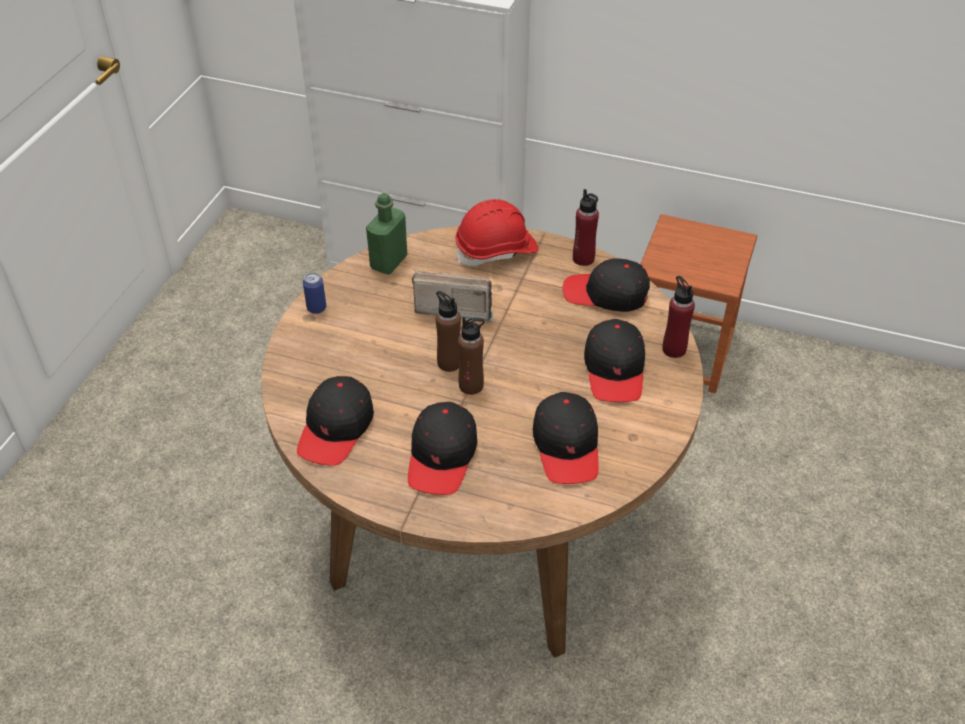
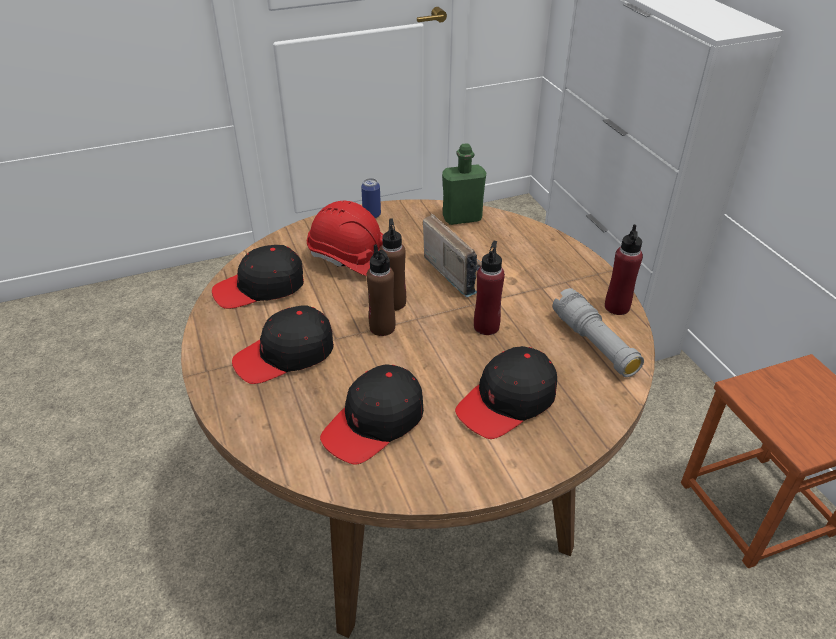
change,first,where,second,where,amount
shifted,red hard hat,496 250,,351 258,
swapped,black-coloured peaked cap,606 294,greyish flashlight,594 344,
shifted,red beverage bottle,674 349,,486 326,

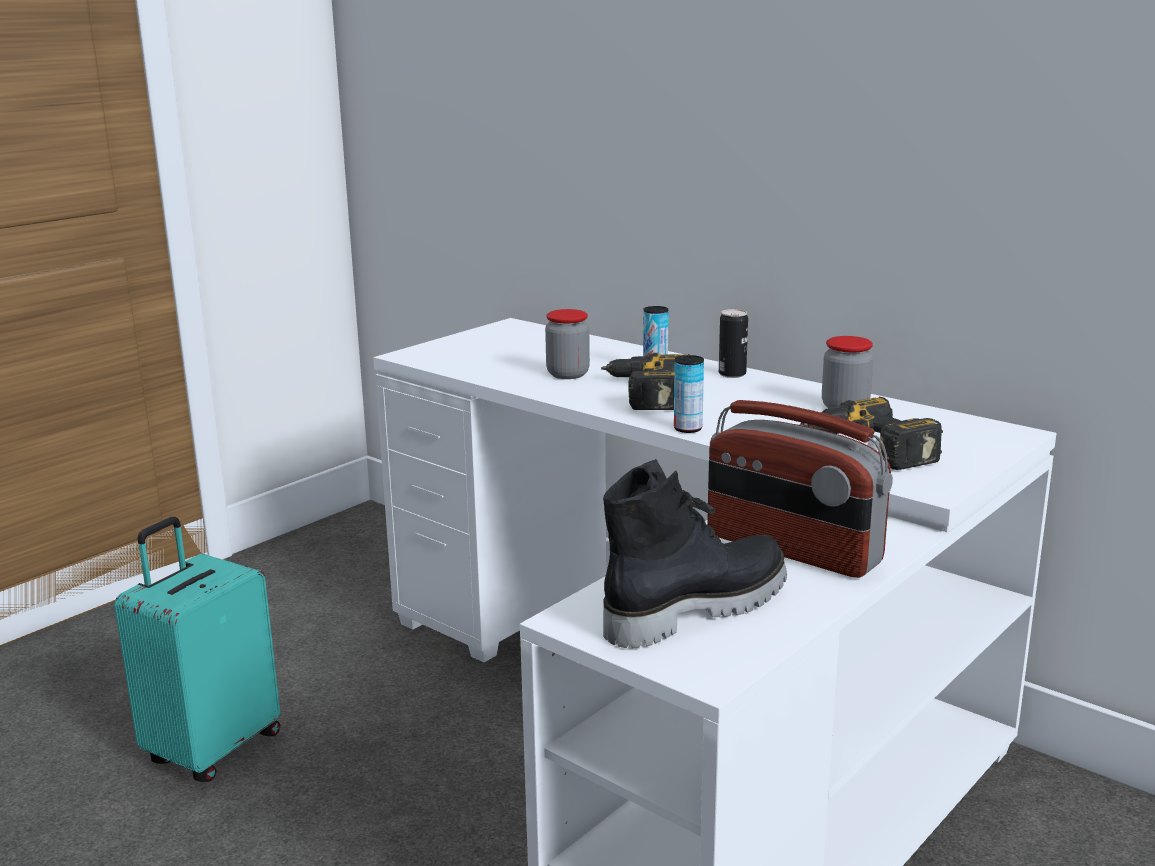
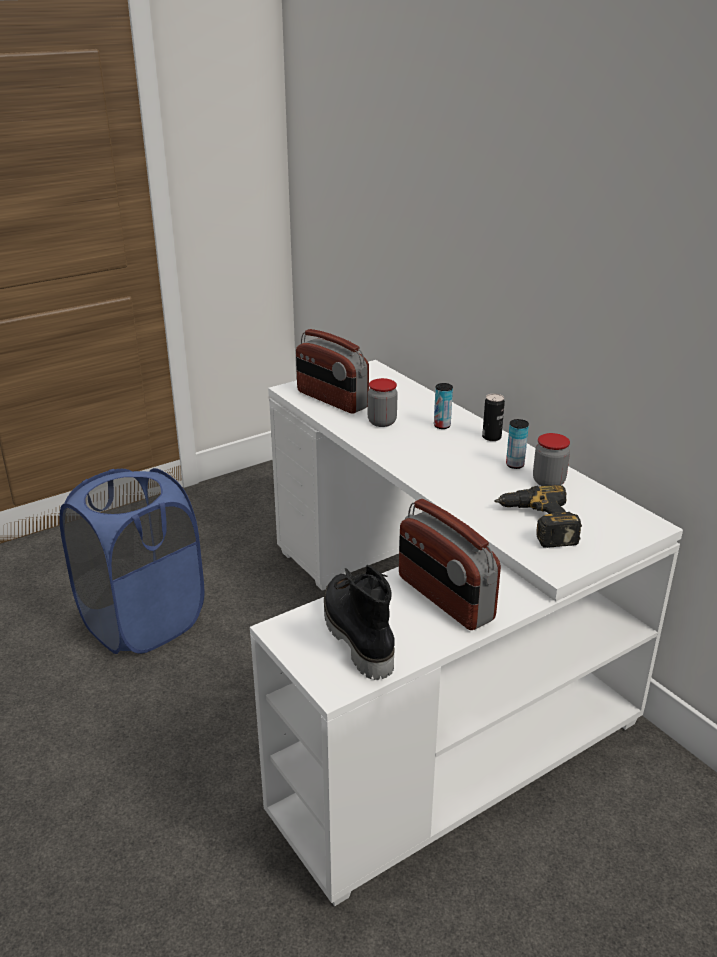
change,first,where,second,where,amount
swapped,turquoise suitcase,212 748,bluish hamper,143 622,
gone,electric drill,643 393,,,
rotated,black-coloured boot,694 609,,355 635,90 degrees counterclockwise
shifted,can,688 429,,515 465,
new,,,radio set,331 400,

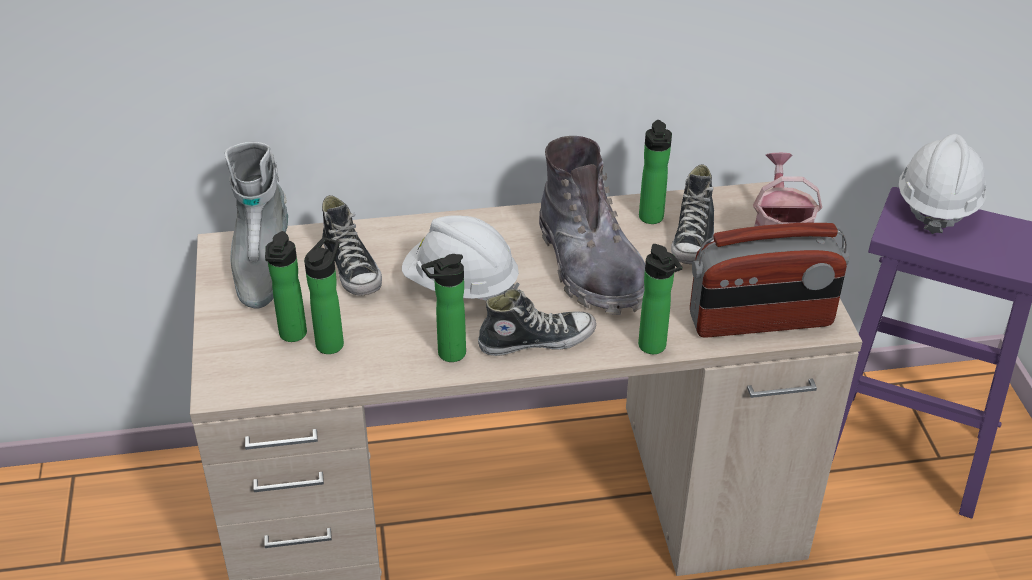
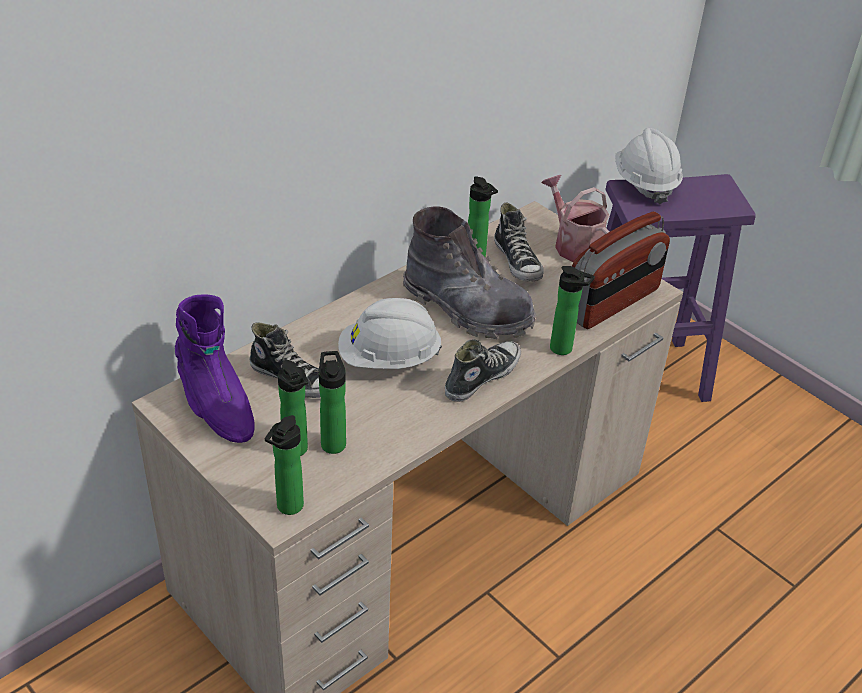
change,first,where,second,where,amount
repainted,greyish boot,261 266,purple-coloured boot,215 406,
shifted,beverage bottle,447 354,,287 508,

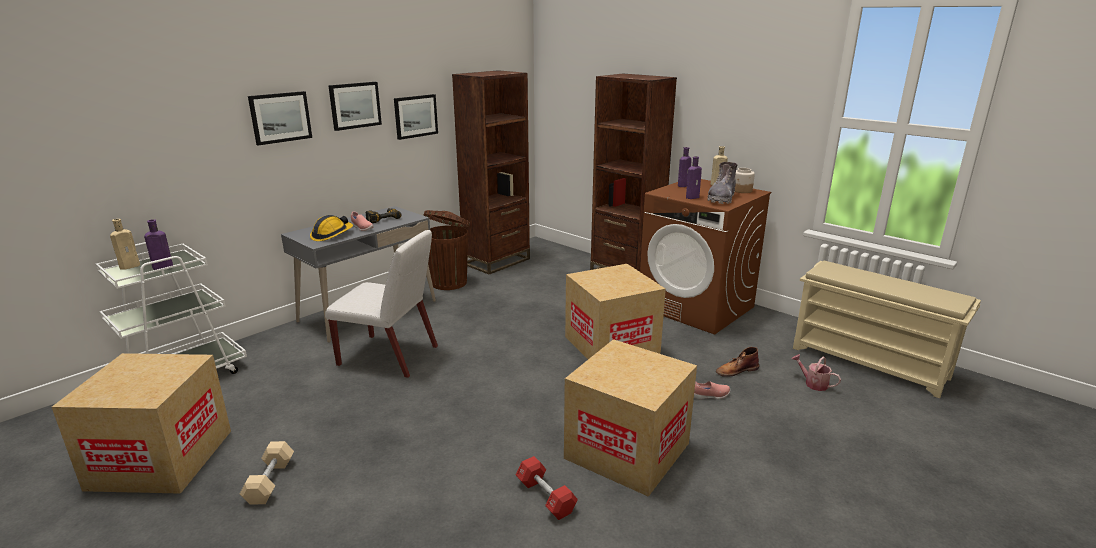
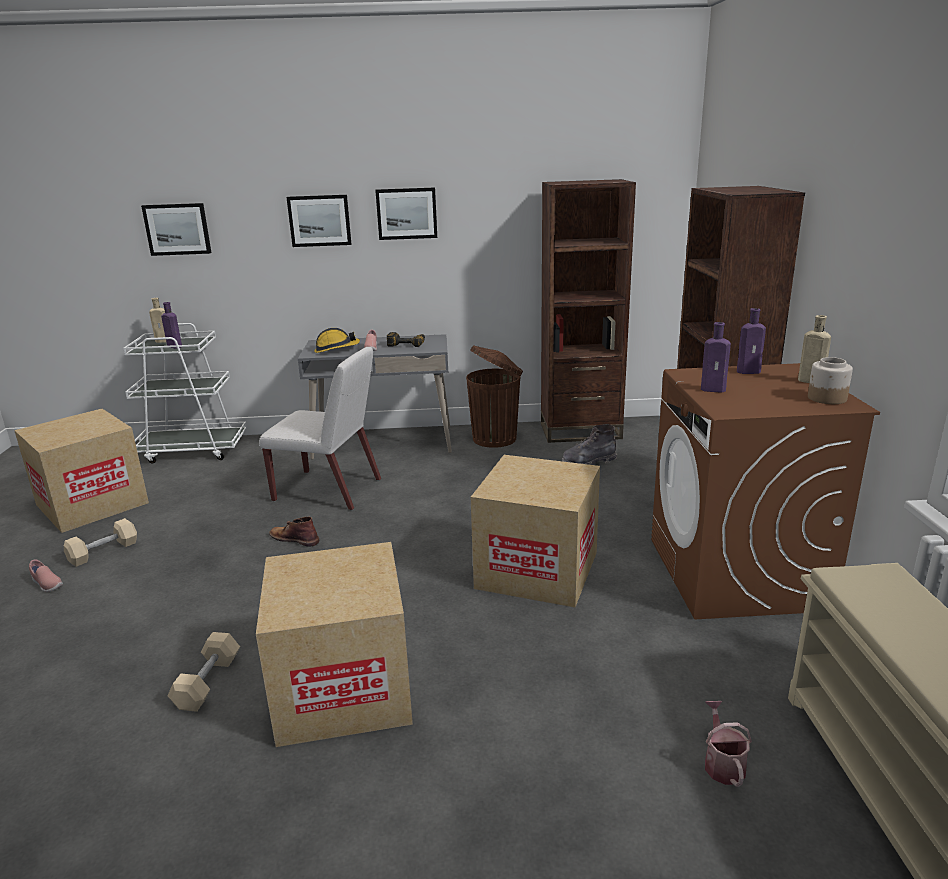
change,first,where,second,where,amount
rotated,white-coloured upright chair,390 356,,329 490,45 degrees counterclockwise
shifted,wall picture,415 116,,177 229,
repainted,red hand weight,545 497,sand-coloured hand weight,208 682,
shifted,pink shoe,710 396,,47 585,
shifted,greyish boot,721 199,,588 462,
shifted,brown-coloured boot,736 370,,294 538,

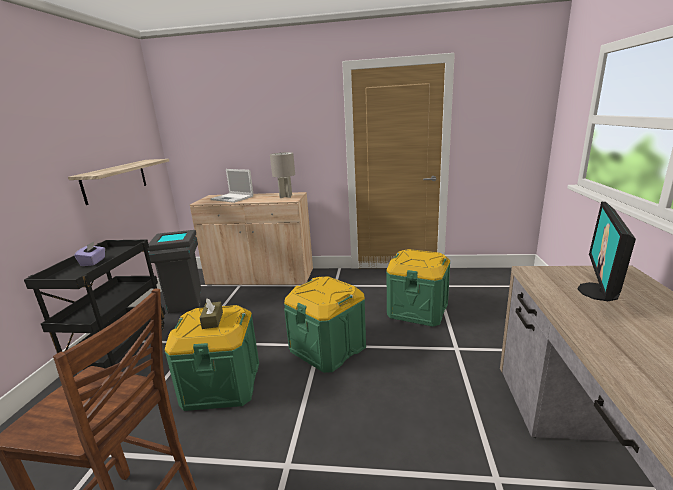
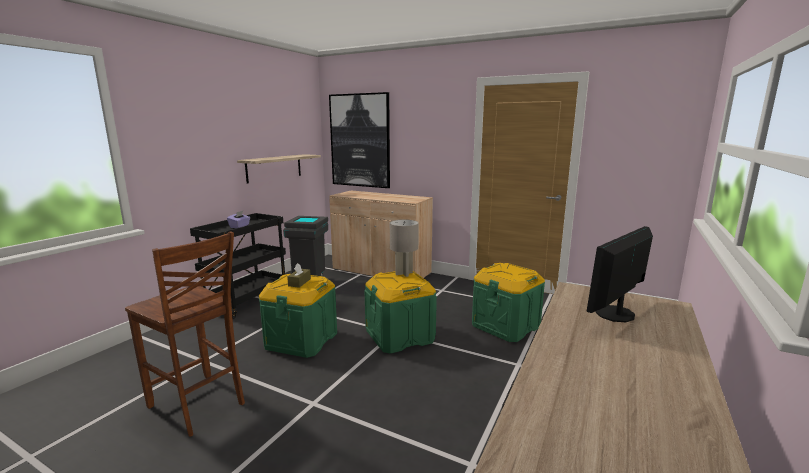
change,first,where,second,where,amount
gone,portable computer,233 198,,,
shifted,greyish lamp for a table,285 196,,403 273,
new,,,wall picture,360 141,

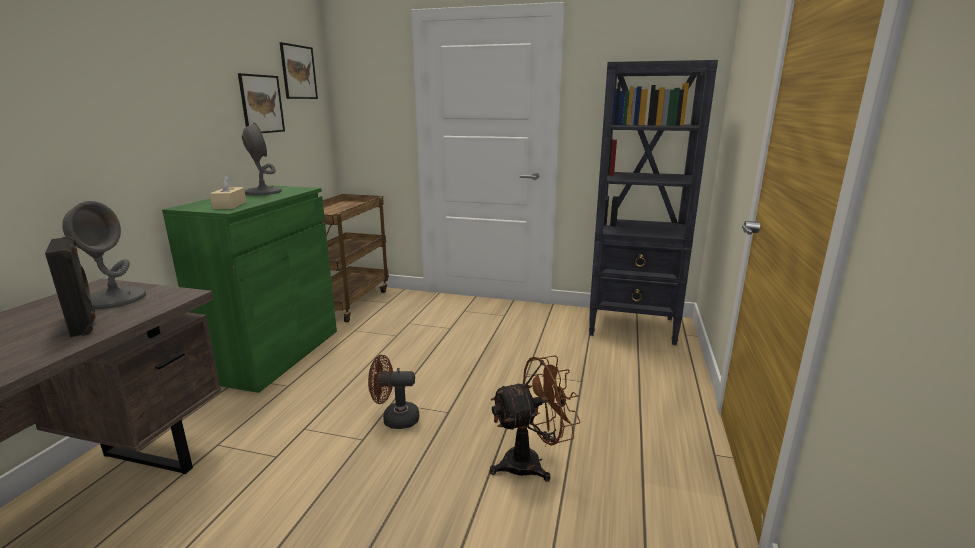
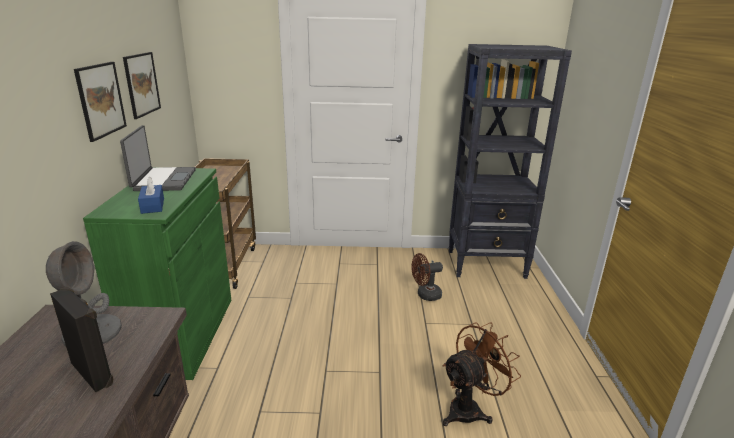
change,first,where,second,where,amount
repainted,sand-coloured box of tissues,230 205,bluish box of tissues,152 206,
swapped,greyish lamp for a table,263 192,portable computer,163 180,
shifted,wall picture,298 72,,101 100,
shifted,brown-coloured electric fan,394 419,,425 295,

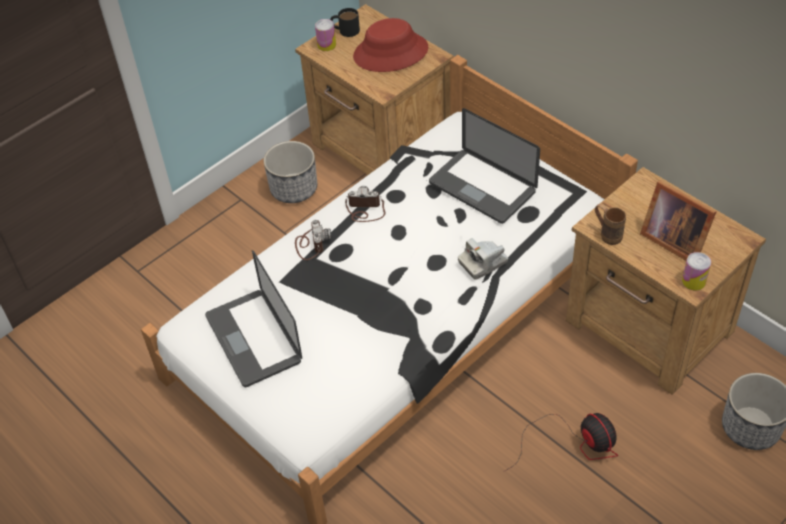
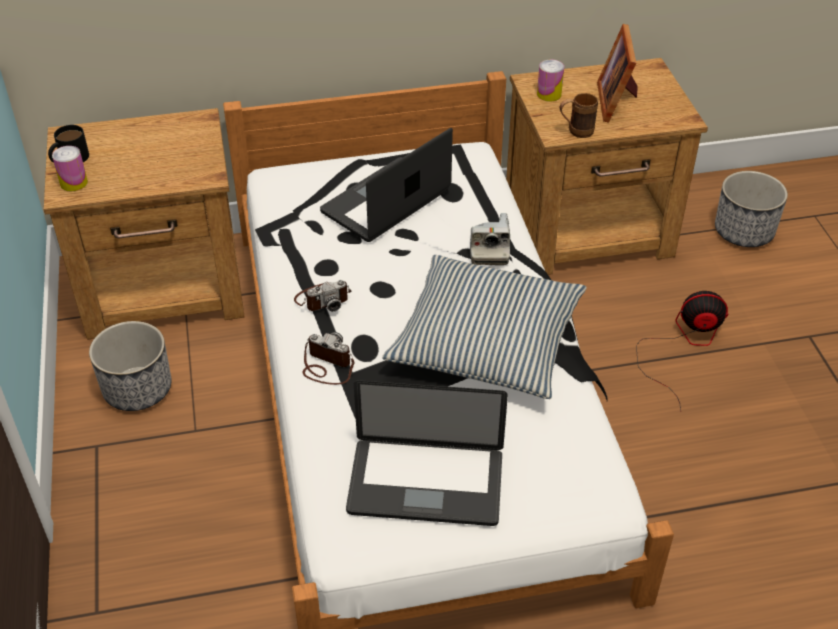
change,first,where,second,where,amount
rotated,still camera,365 210,,323 299,150 degrees counterclockwise
gone,red wearable hat,390 53,,,
rotated,portable computer,482 187,,386 201,150 degrees clockwise
rotated,standing frame,673 239,,617 101,105 degrees clockwise
shifted,can,693 281,,549 94,
new,,,cushion,486 340,

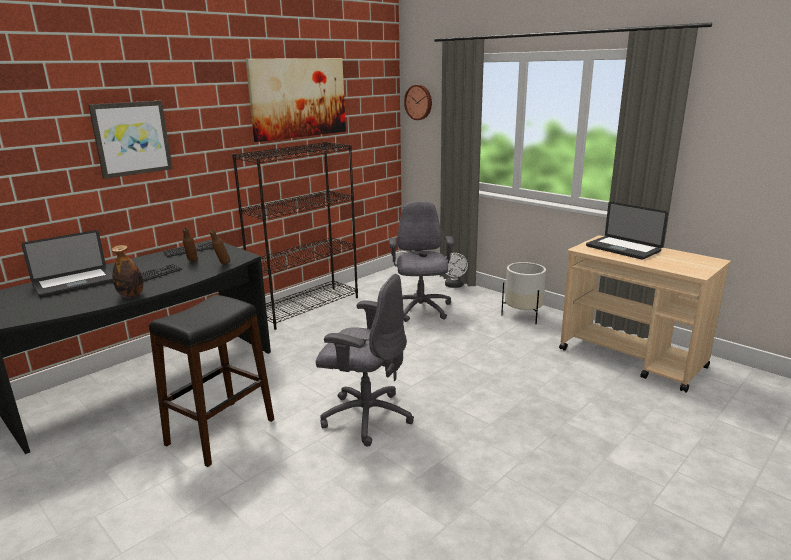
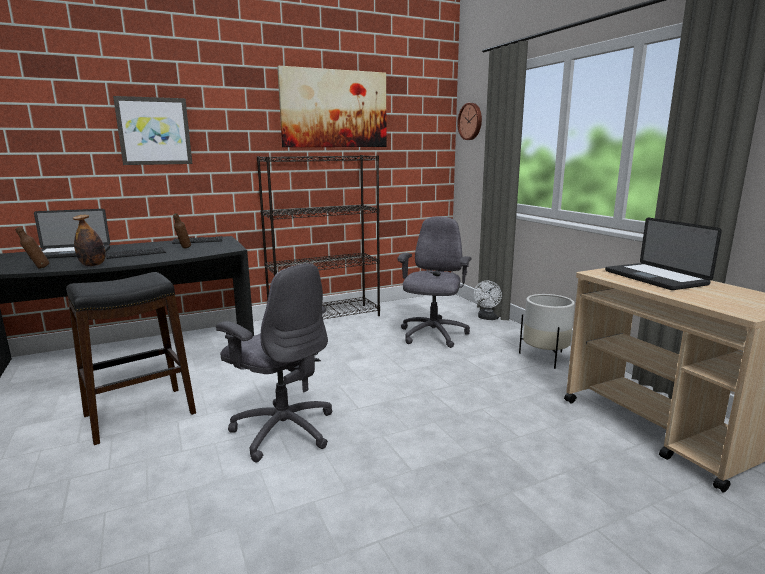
change,first,where,second,where,amount
shifted,brown-coloured beverage bottle,222 265,,37 268,

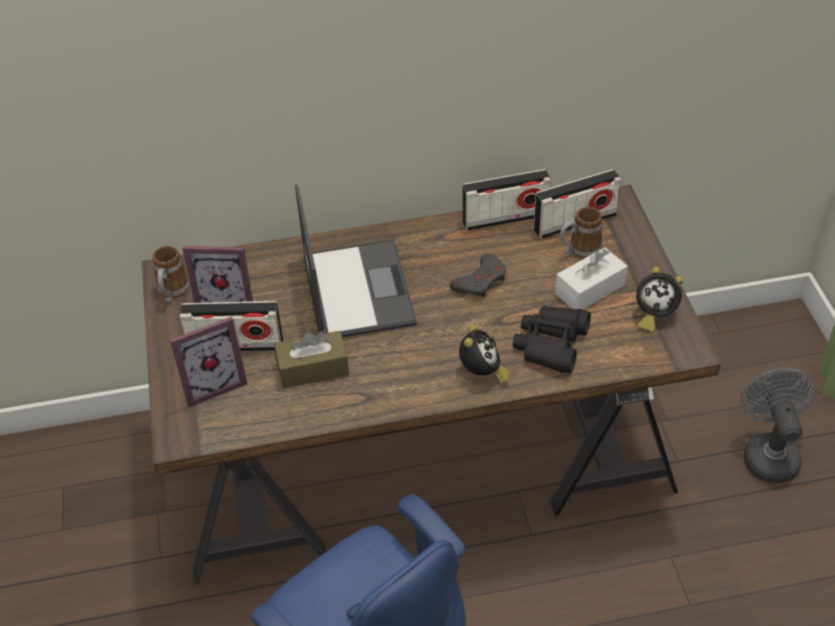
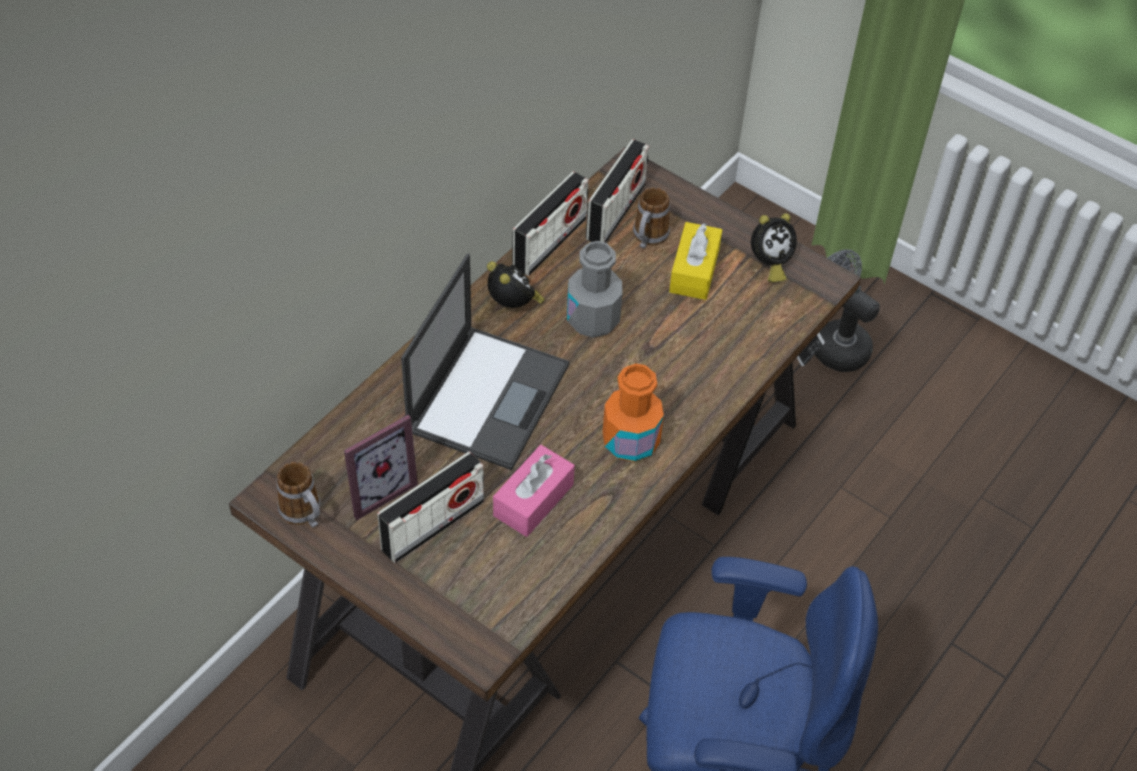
change,first,where,second,where,amount
gone,standing frame,212 383,,,
repainted,brown-coloured box of tissues,313 369,pink box of tissues,533 500,
rotated,portable computer,357 289,,488 396,75 degrees clockwise
swapped,greyish game controller,480 281,greyish beverage bottle,593 319,
shifted,table clock,482 373,,513 306,
gone,black-coloured binoculars,551 344,,,
repainted,white-coloured box of tissues,590 289,yellowish box of tissues,694 271,
new,,,orangey beverage bottle,630 441,

